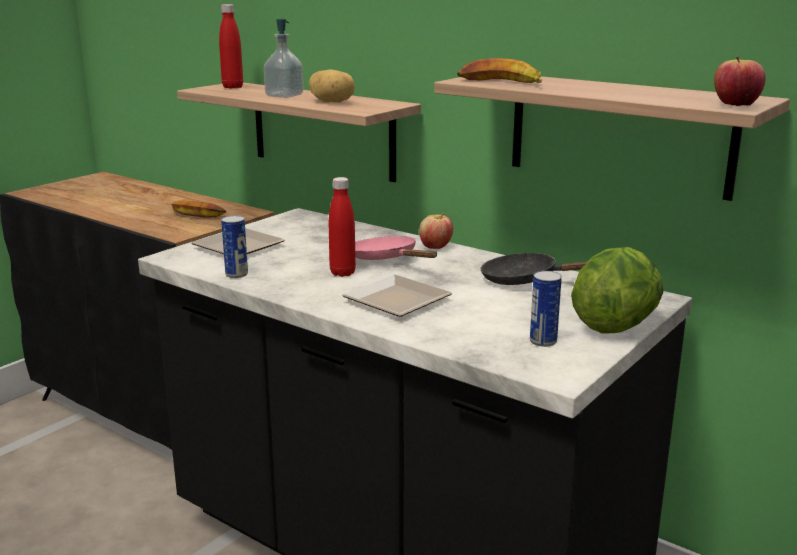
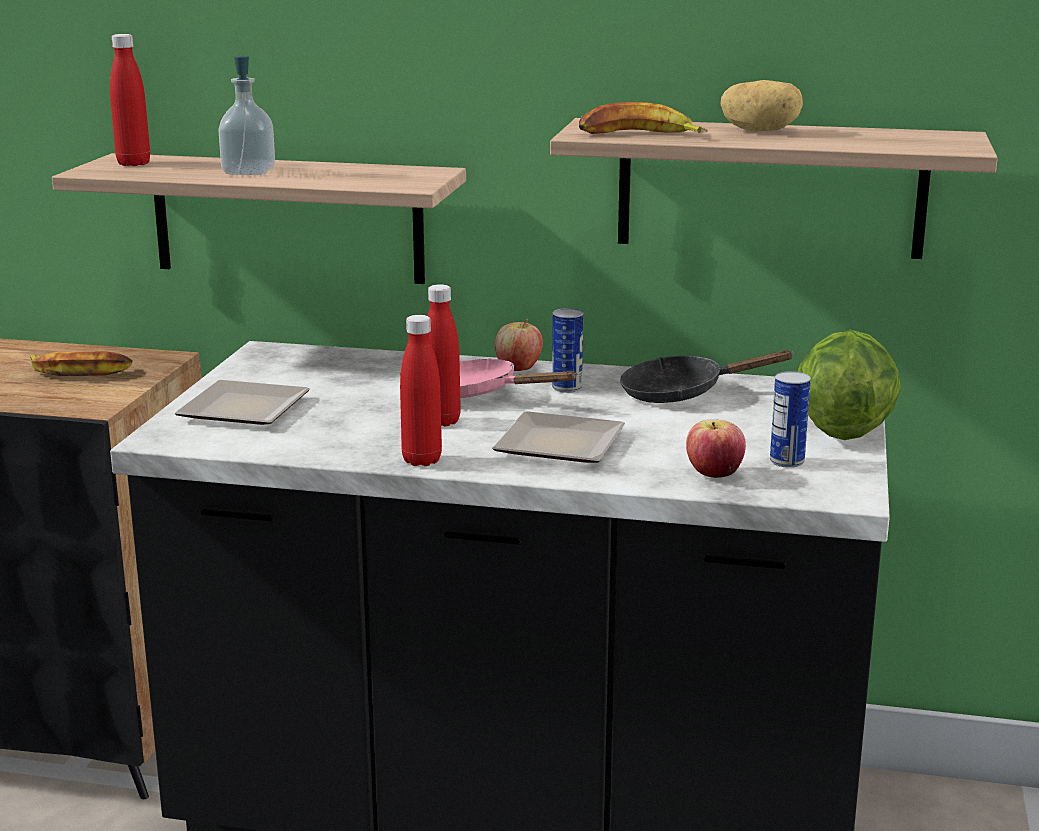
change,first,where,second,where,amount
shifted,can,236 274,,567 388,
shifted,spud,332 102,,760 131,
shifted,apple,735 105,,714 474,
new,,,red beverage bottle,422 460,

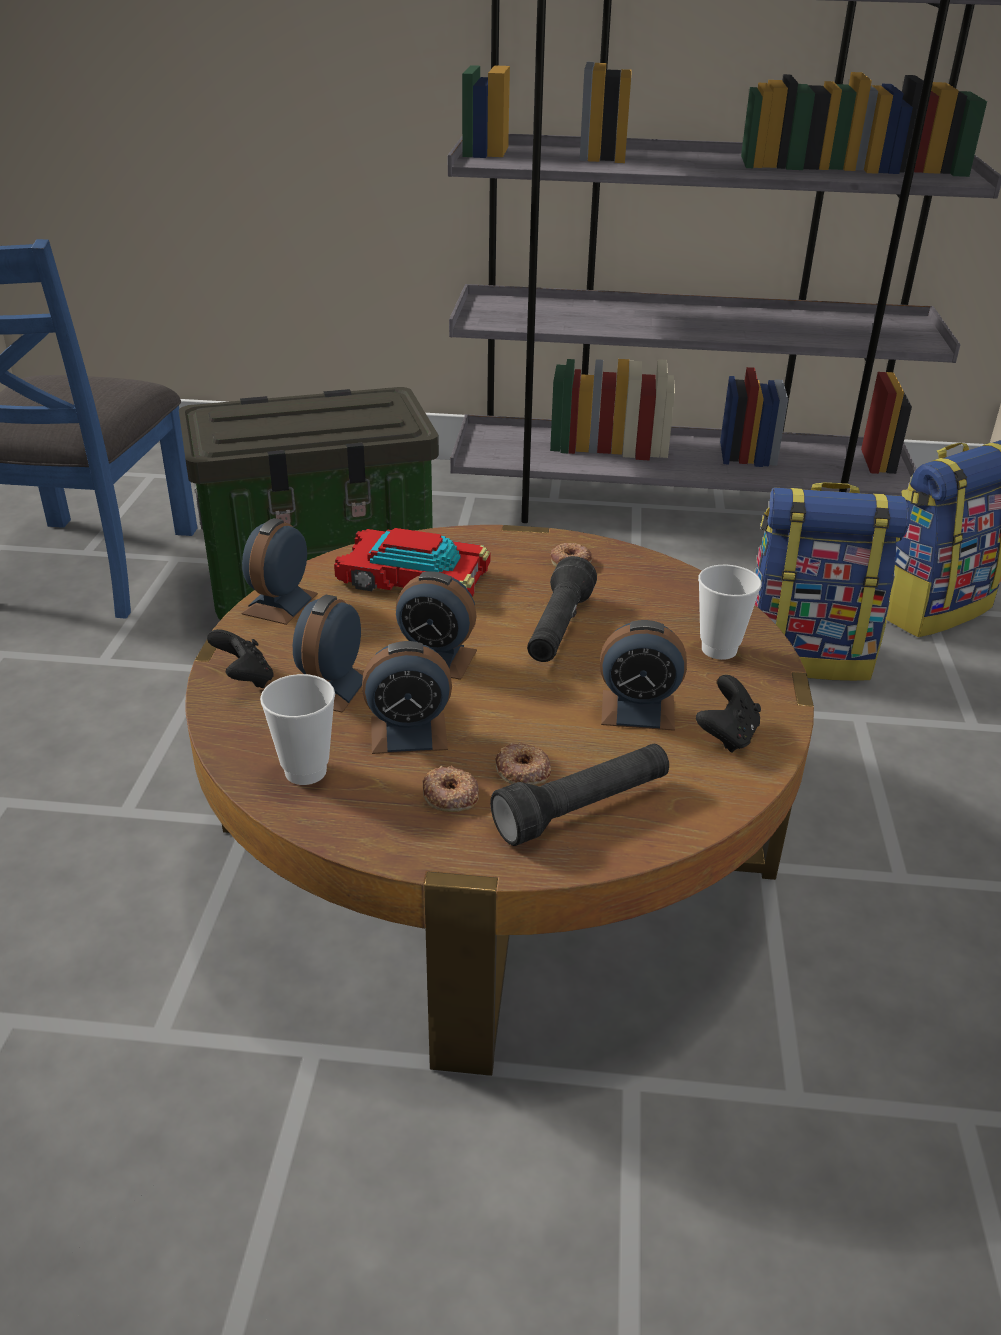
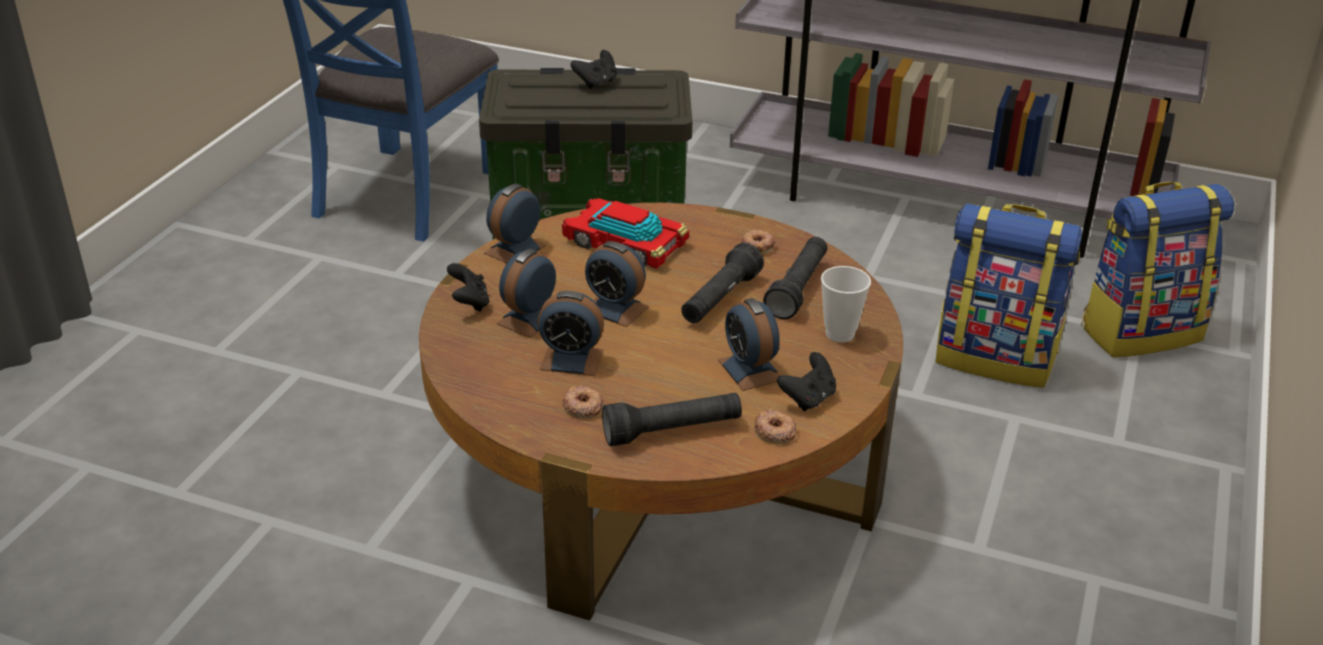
change,first,where,second,where,amount
gone,drinking cup,305 771,,,
shifted,ring doughnut,522 770,,774 431,
rotated,table clock,638 710,,749 370,45 degrees clockwise
new,,,black-coloured game controller,596 82,
new,,,black-coloured flashlight,798 288,

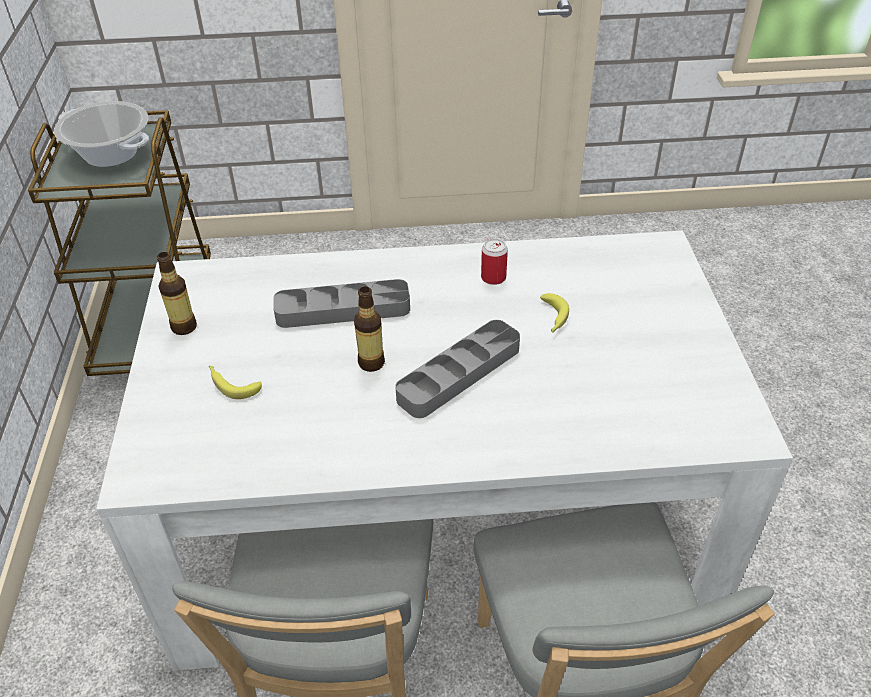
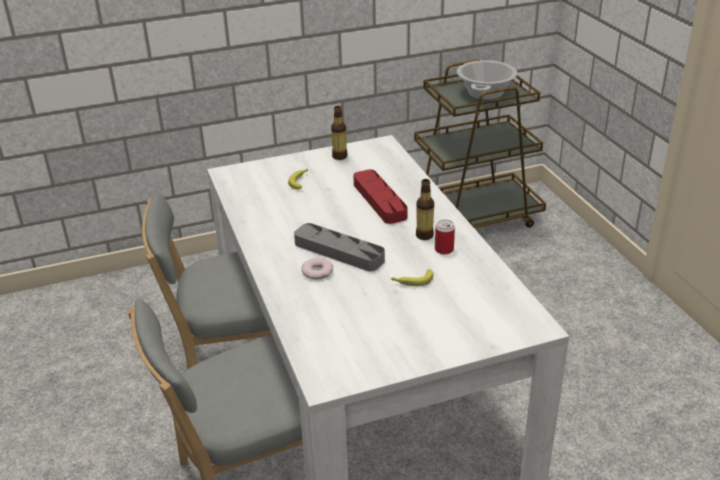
change,first,where,second,where,amount
repainted,greyish tray,343 309,red tray,379 200,
shifted,beverage bottle,371 363,,424 235,
new,,,ring doughnut,317 272,

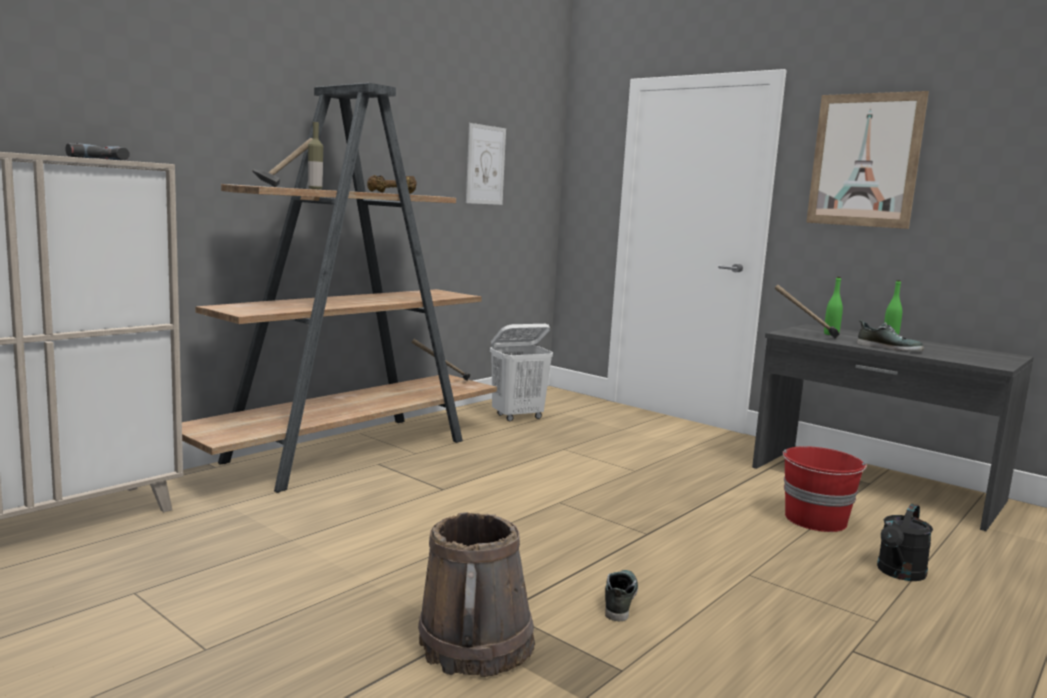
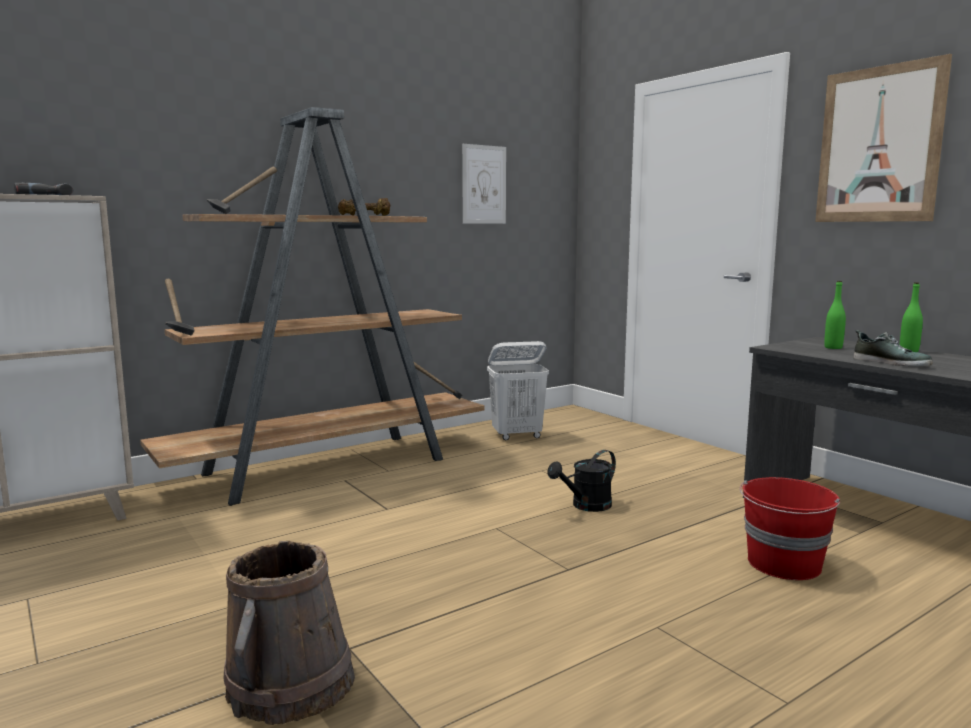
change,first,where,second,where,amount
gone,beverage bottle,315 189,,,
gone,shoe,619 600,,,
shifted,hand hammer,805 335,,176 332,
shifted,black-coloured sprinkling can,899 573,,586 506,

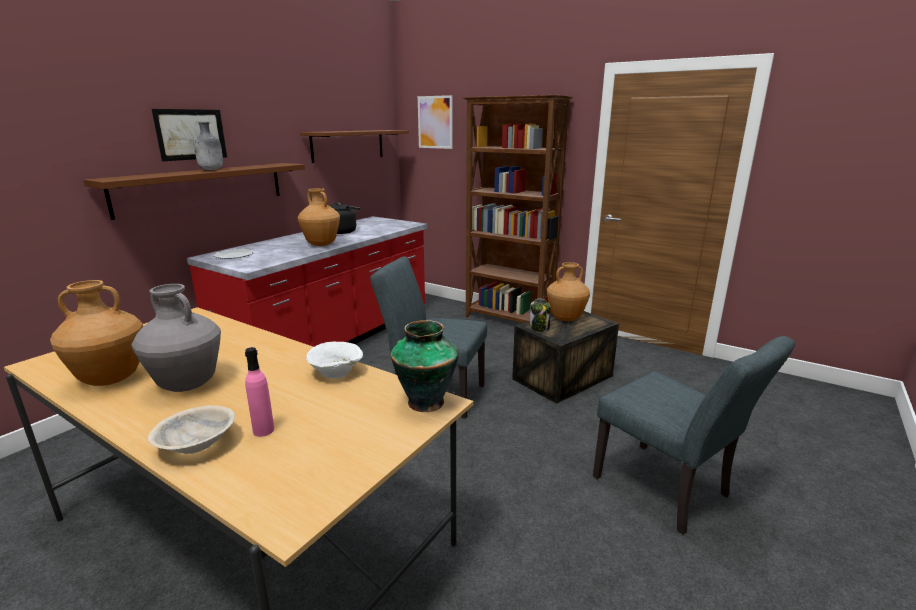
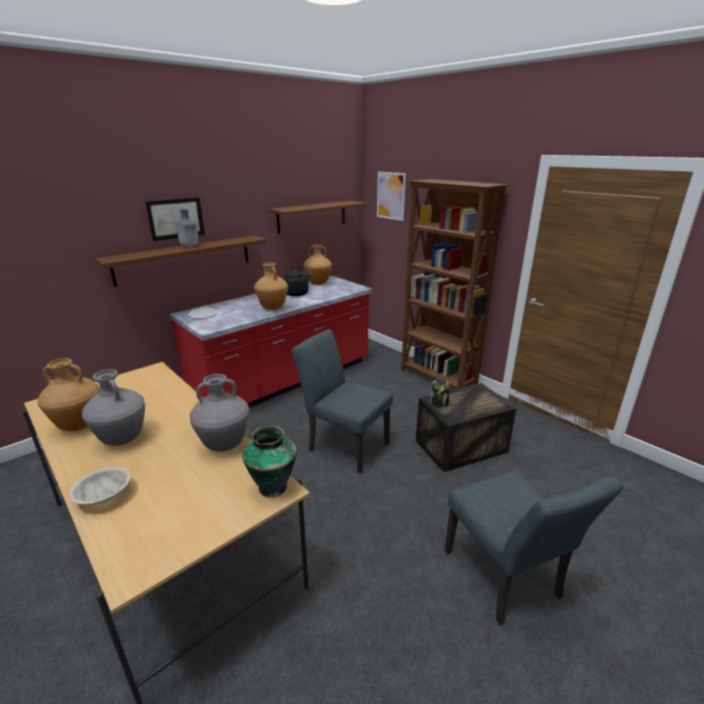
change,first,where,second,where,amount
gone,pink beverage bottle,263 430,,,
swapped,white-coloured deep dish,337 372,greyish vase,225 444,
shifted,brown-coloured vase,566 319,,318 283,

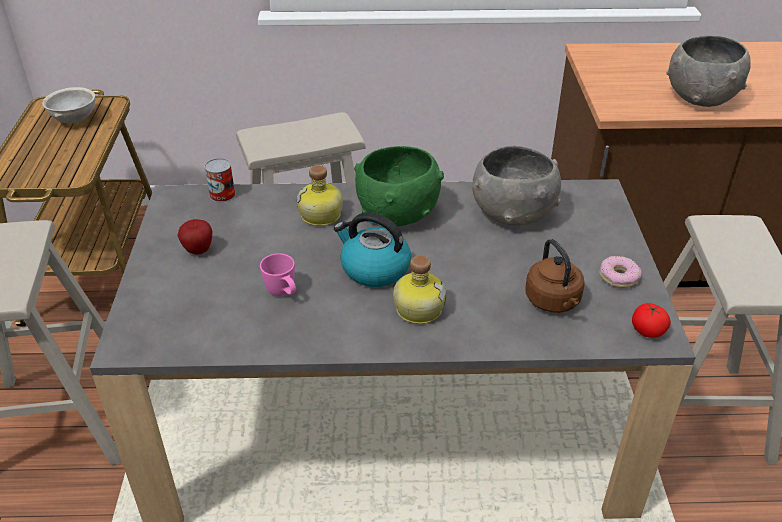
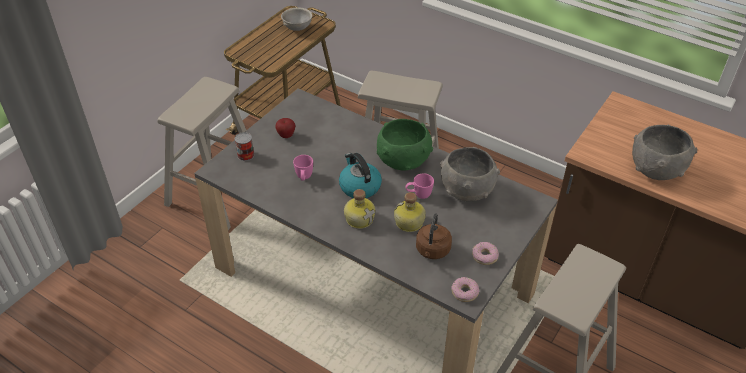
change,first,where,second,where,amount
shifted,can,222 195,,245 155,
shifted,beverage bottle,321 216,,409 223,
swapped,fresh tomato,647 331,ring doughnut,464 292,
new,,,pink coffee mug,418 195,

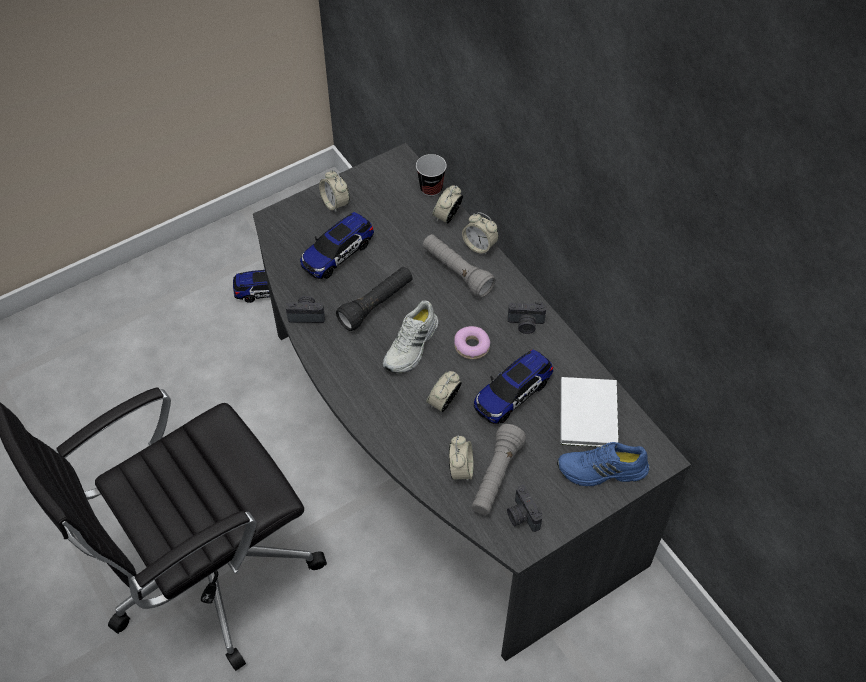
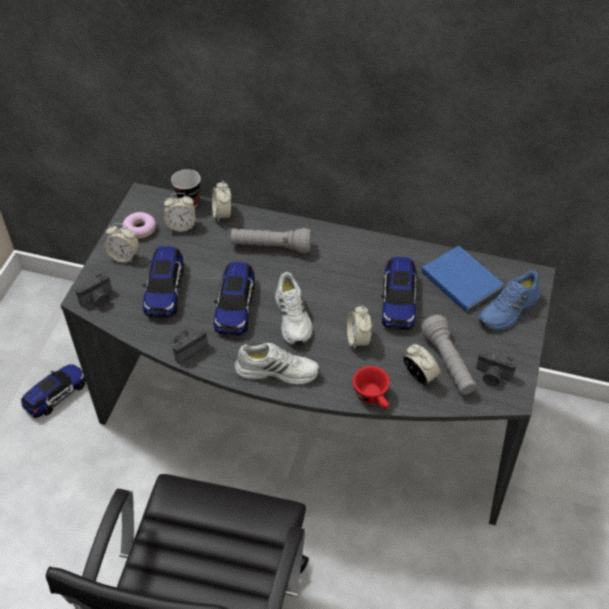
change,first,where,second,where,amount
swapped,black-coloured flashlight,376 304,toy car,235 306,
shifted,ring doughnut,471 346,,140 229,
shifted,table clock,479 246,,181 226,
shifted,still camera,526 324,,98 300,
repainted,white-coloured bound book,589 412,bluish bound book,461 279,
new,,,white-coloured shoe,277 370,
new,,,red drinking cup,373 397,

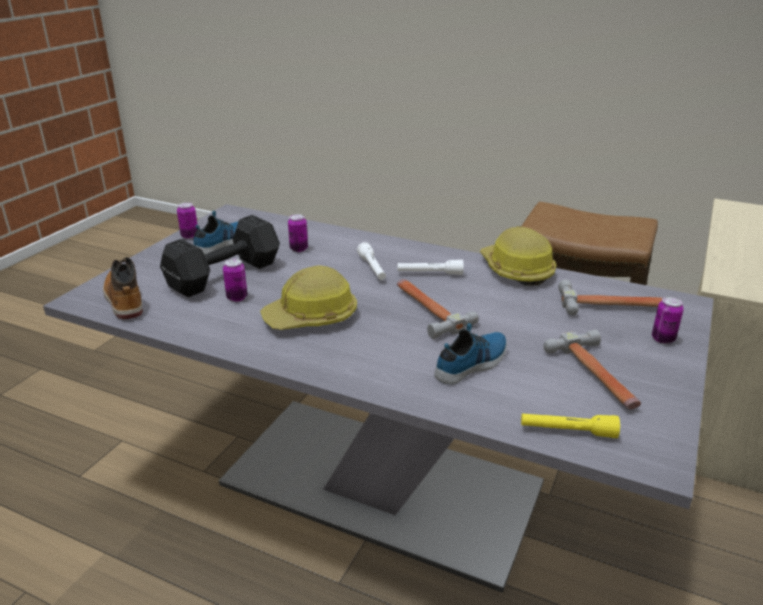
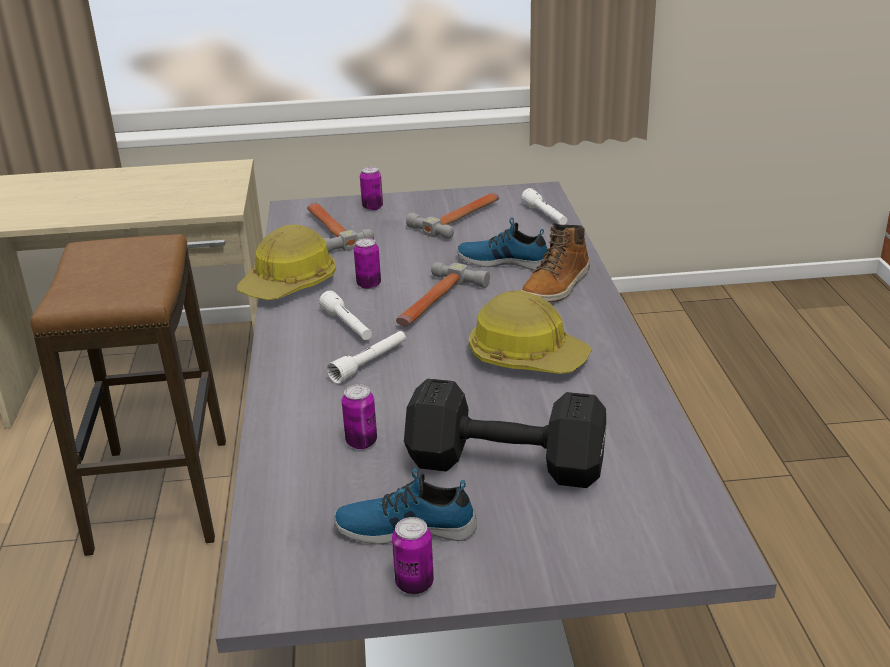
change,first,where,second,where,amount
shifted,boot,124 299,,557 286,
shifted,can,237 297,,369 284,
repainted,yellowish flashlight,567 431,white-coloured flashlight,545 216,

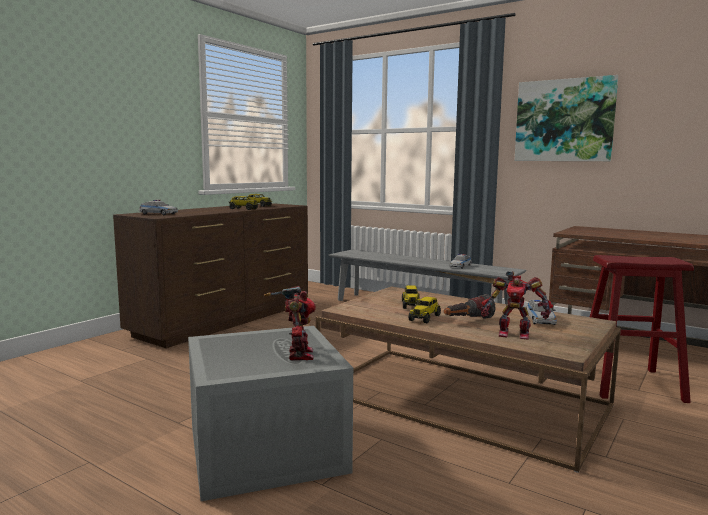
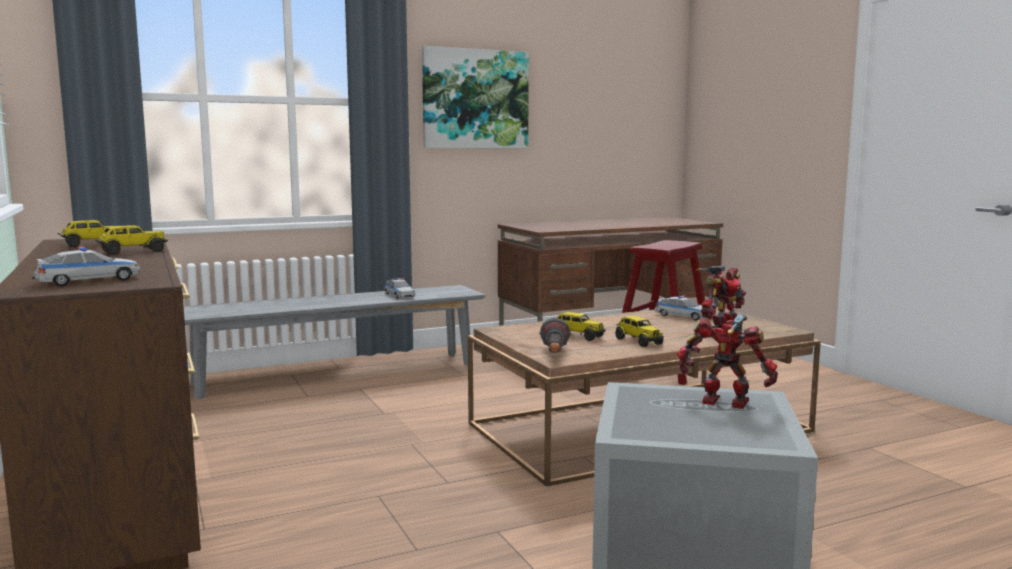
change,first,where,second,where,amount
shifted,flashlight,467 321,,554 355,

